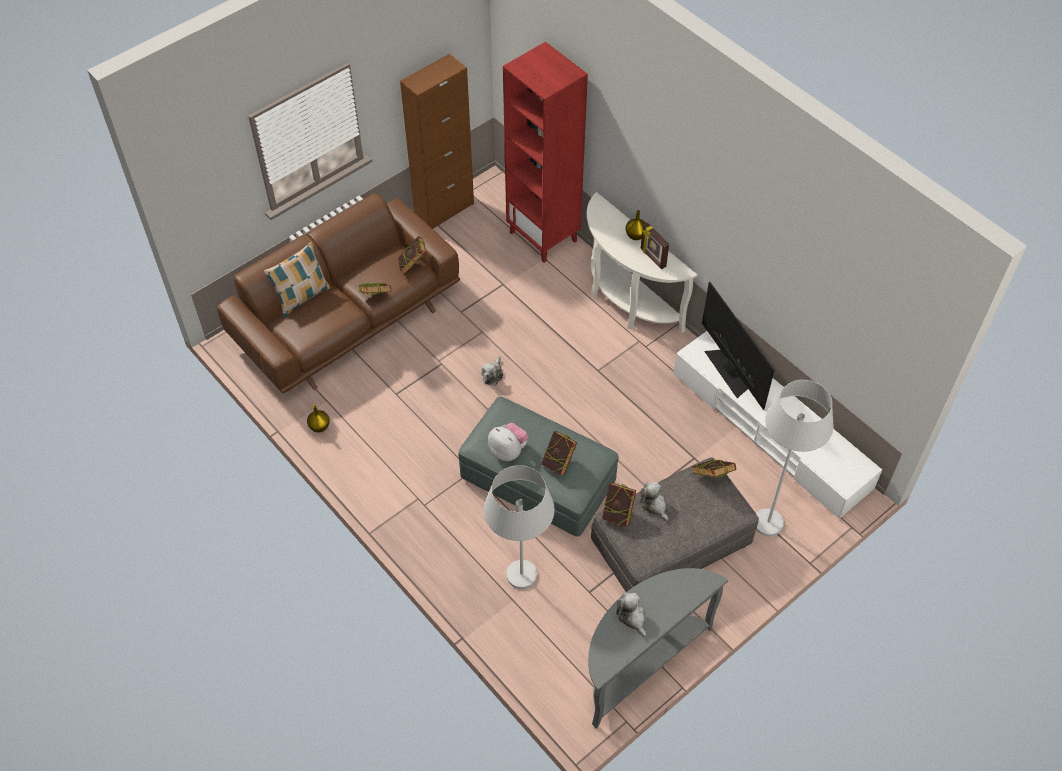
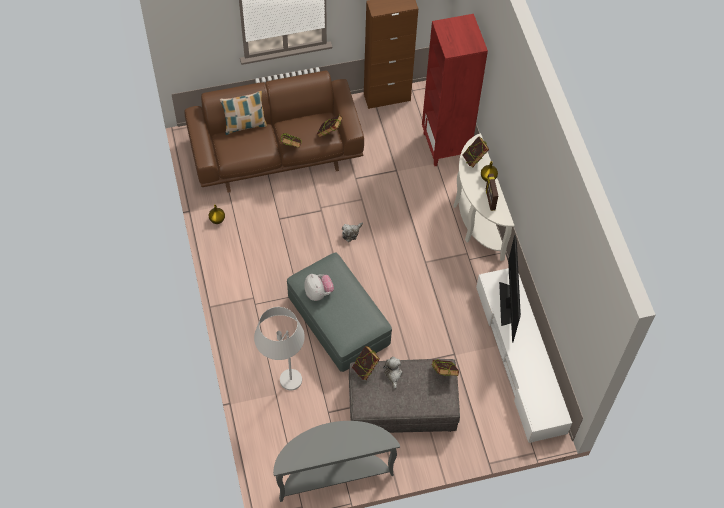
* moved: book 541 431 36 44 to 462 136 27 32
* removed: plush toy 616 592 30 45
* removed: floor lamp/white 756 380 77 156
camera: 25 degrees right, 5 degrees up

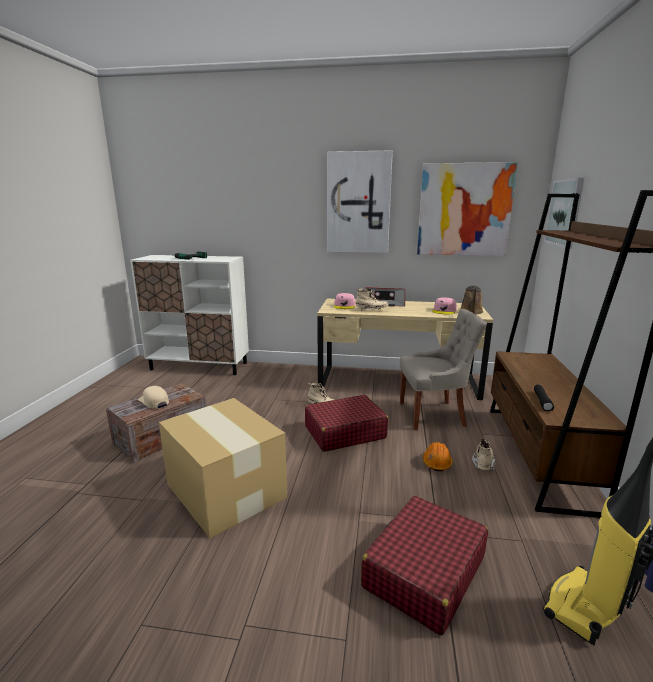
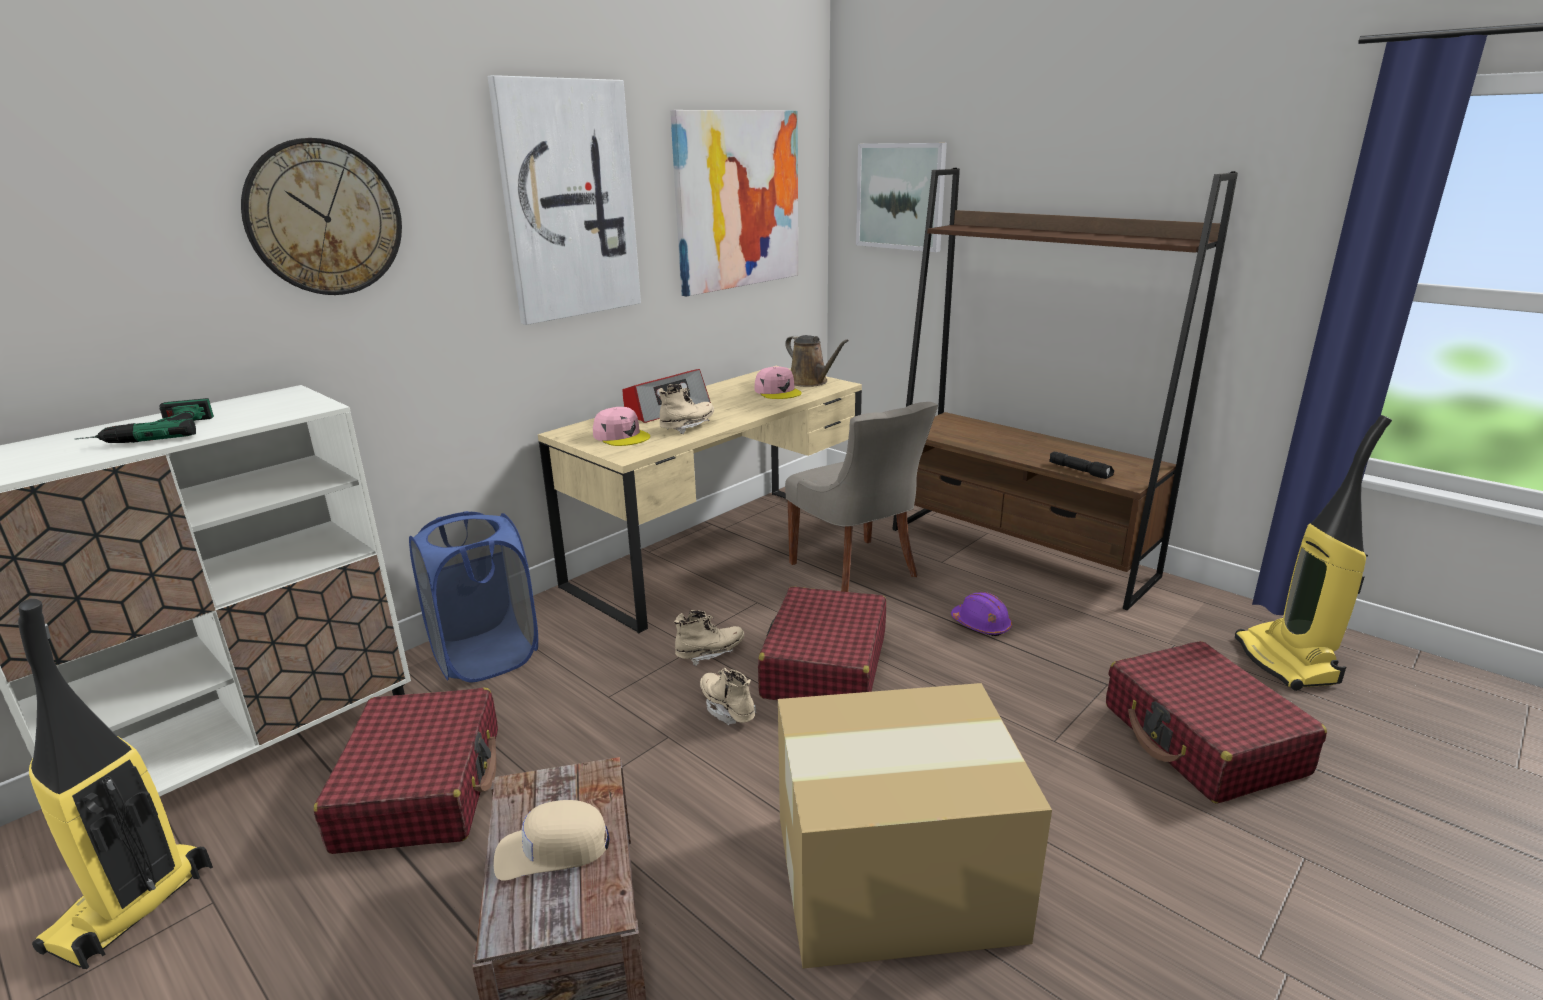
* turned: chair/grey 400 309 87 121 = 785 402 153 190 120 degrees clockwise
* recoloured: hard hat/orange 423 442 29 29 to hard hat/purple 951 592 61 44
* moved: boot/beige 472 439 23 32 to 700 668 57 57
* added: vacuum cleaner 18 599 195 370
* added: wall clock 241 138 161 157
* added: suitcase/red 314 688 184 166
* added: laundry basket/blue 409 511 129 172
camera: 55 degrees left, 5 degrees up

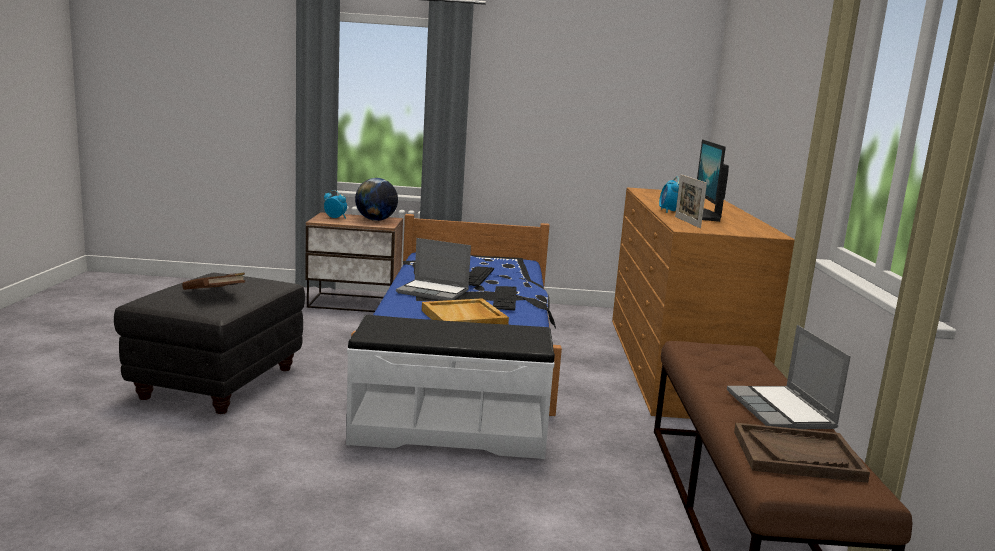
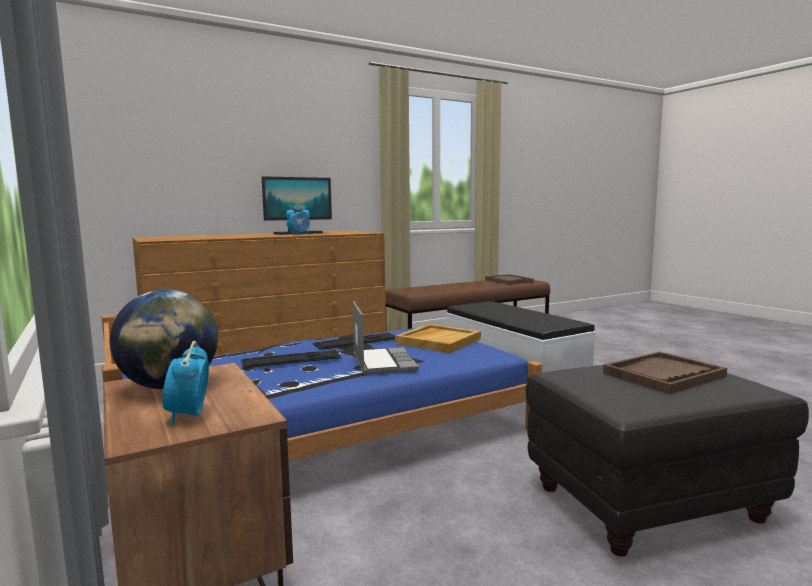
* replaced: book/brown 182 273 63 17 to tray/brown 603 352 124 42
* removed: picture frame 675 174 32 54
* removed: laptop 727 325 124 104
camera: 120 degrees left, 5 degrees down

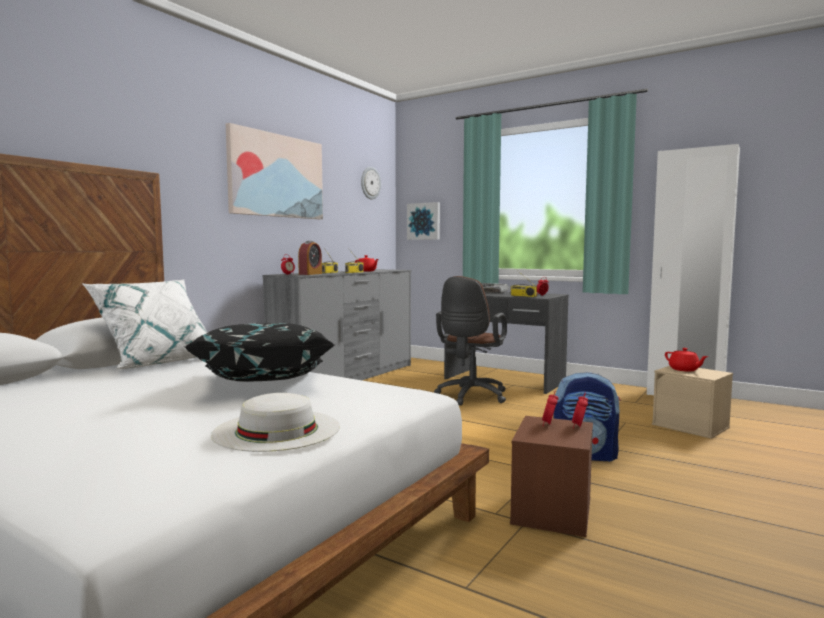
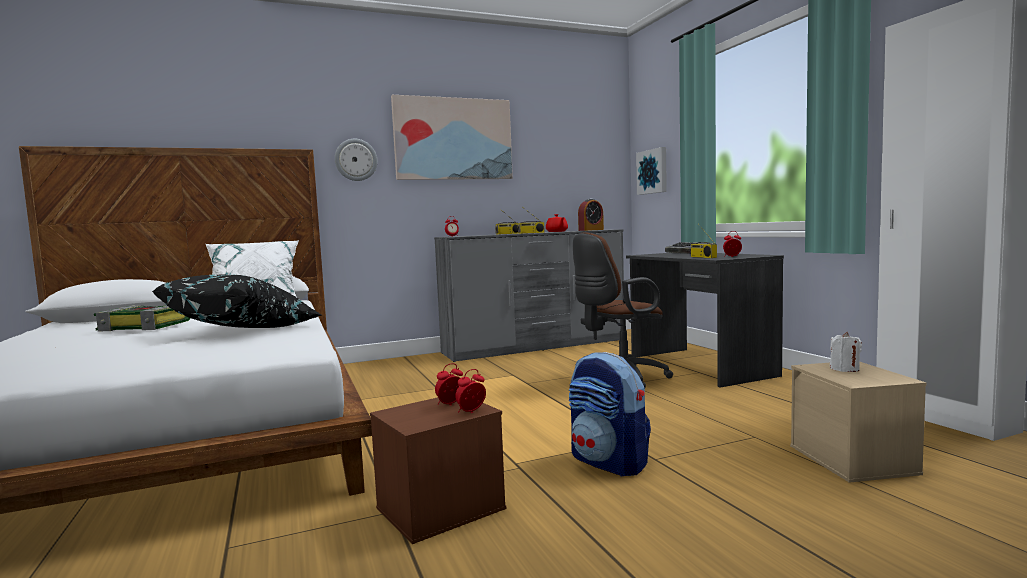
* removed: hat/white 211 393 129 59
* moved: alarm clock 298 241 24 34 to 578 199 26 32
* moved: wall clock 361 167 20 33 to 335 139 42 42
* replaced: teapot/red 665 348 43 23 to candle/white 830 332 32 40
* added: book 94 305 97 27
camera: 35 degrees right, 0 degrees up

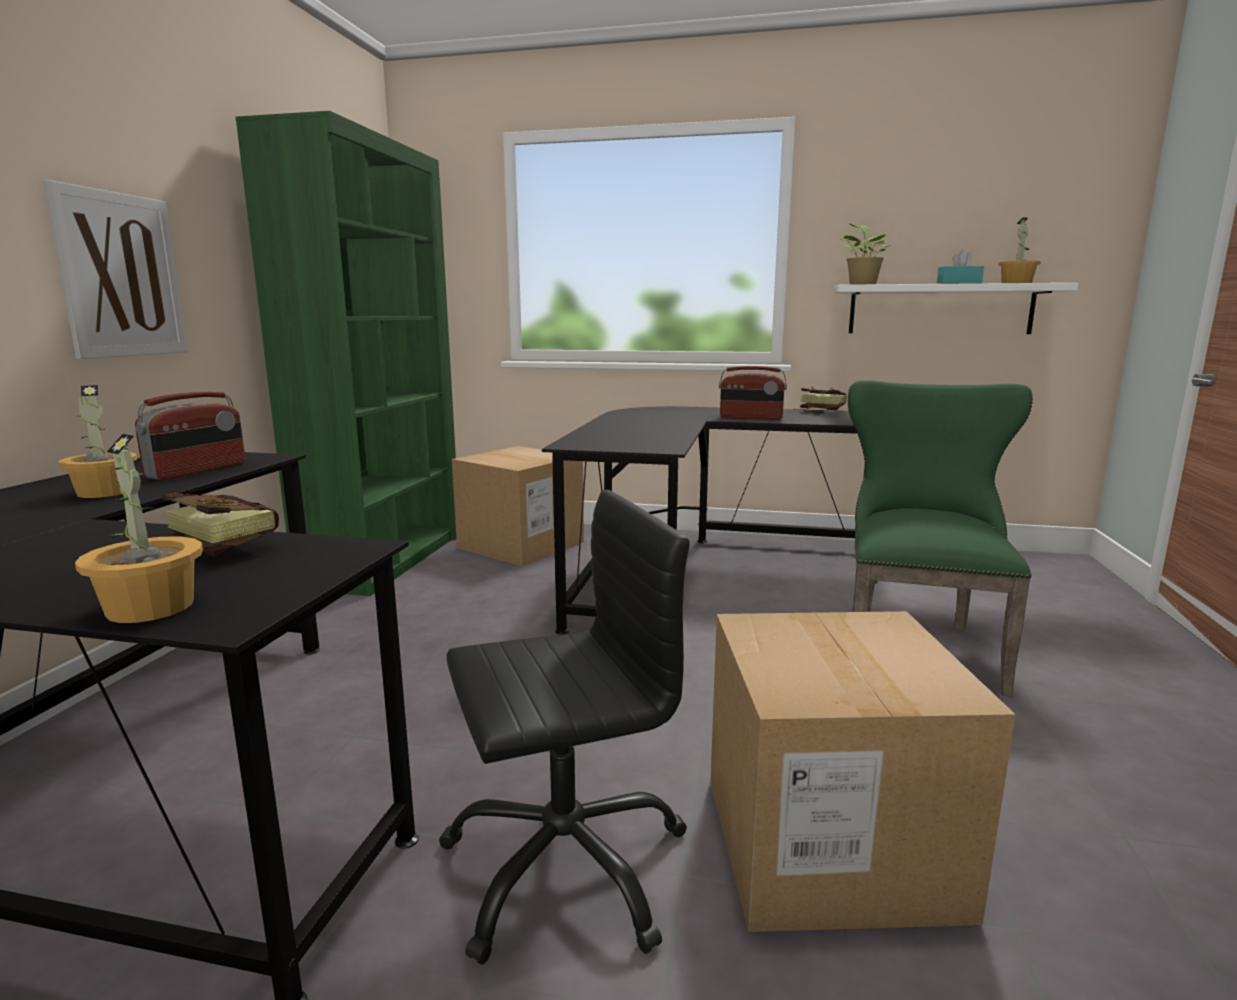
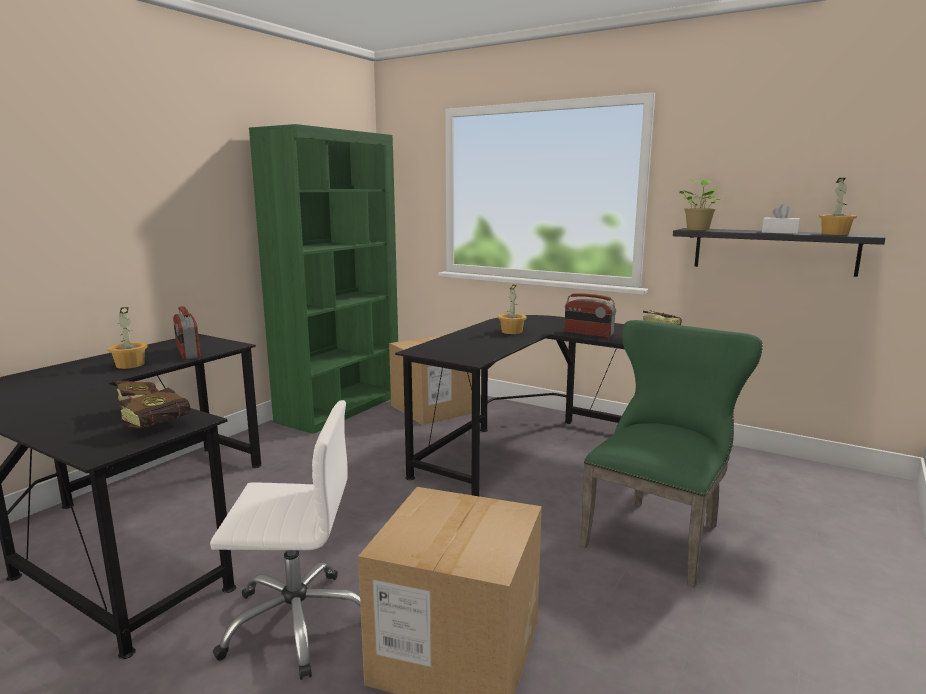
* removed: picture 43 180 145 179
* moved: potted plant 75 434 128 189 to 498 285 29 49
* turned: radio 135 392 110 88 = 173 306 27 53 105 degrees clockwise
* recoloured: office chair/black 439 490 251 475 to office chair/white 210 400 151 280
* recoloured: shelf/white 834 283 245 51 to shelf/black 673 228 212 49
* recoloured: tissue box/turquoise 937 250 47 34 to tissue box/white 762 204 38 30
* added: book 119 388 72 41
camera: 20 degrees right, 0 degrees up

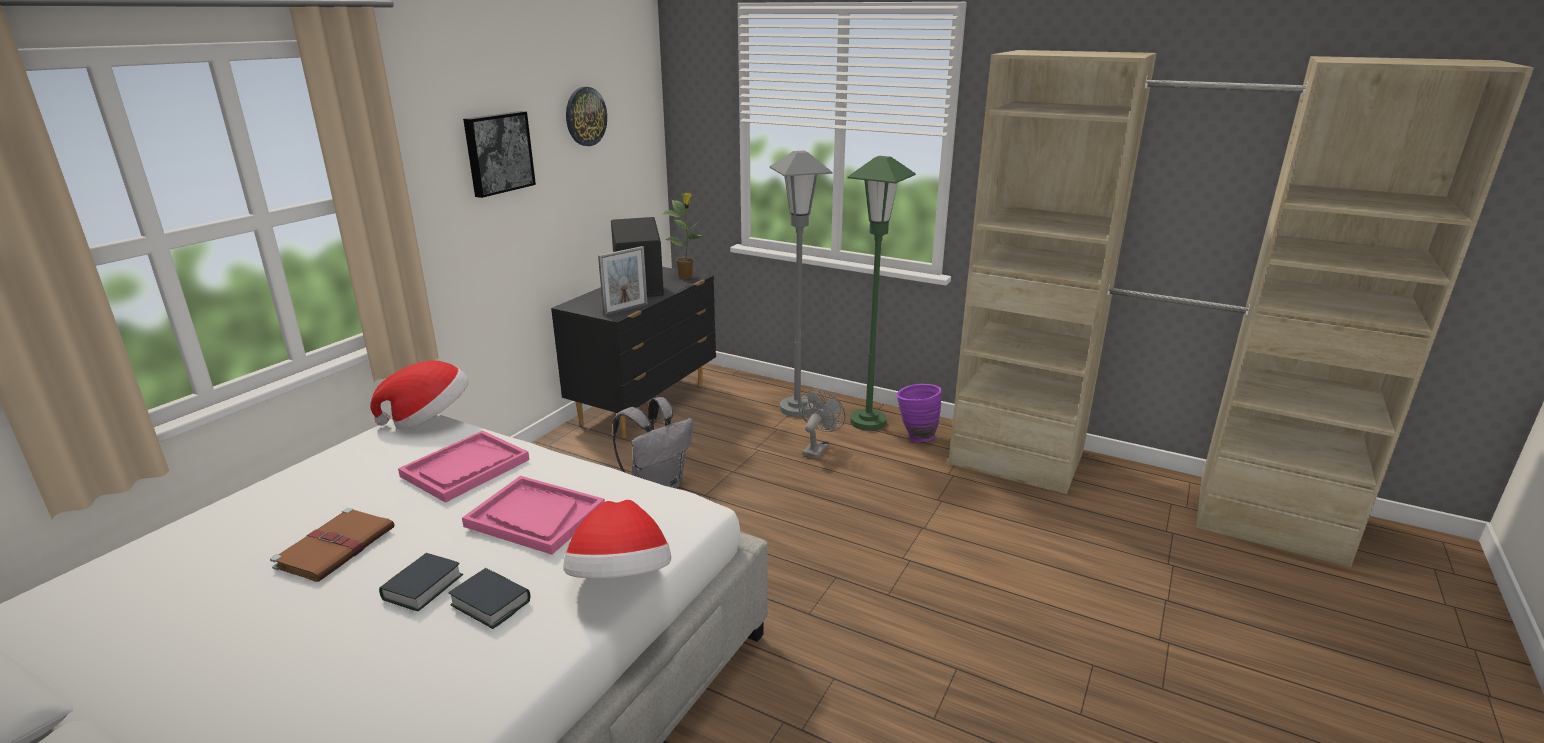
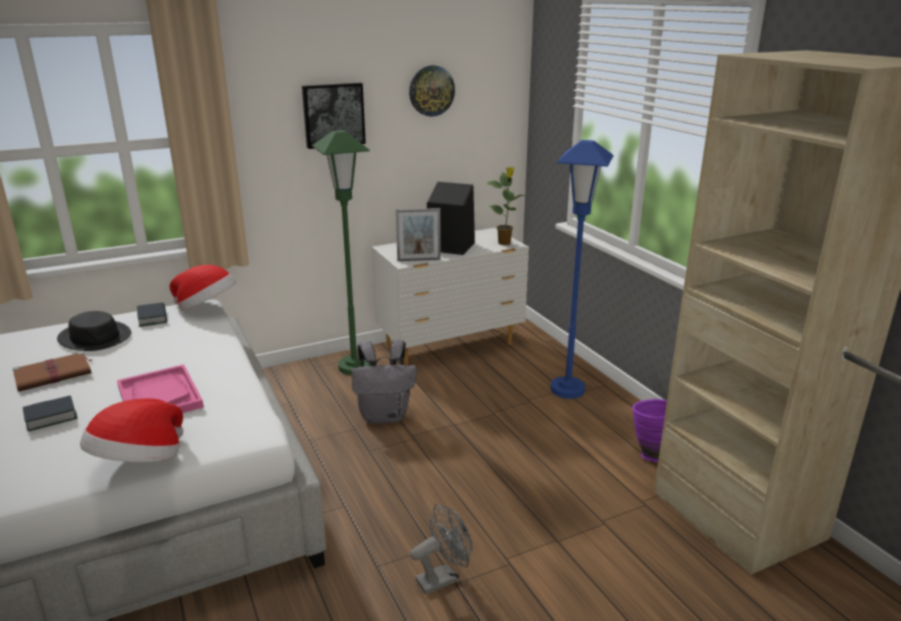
* removed: tray/pink 398 430 132 73
* moved: book 448 568 82 61 to 137 302 30 25
* recoloured: dresser/black 551 267 165 171 to dresser/white 372 228 157 137
* recoloured: floor lamp/grey 770 151 63 266 to floor lamp/blue 551 140 62 259
* moved: fan/grey 798 389 47 70 to 410 504 62 91
* moved: floor lamp/green 847 156 69 275 to 312 130 58 245
* added: hat/black 57 311 74 40
camera: 35 degrees right, 0 degrees up

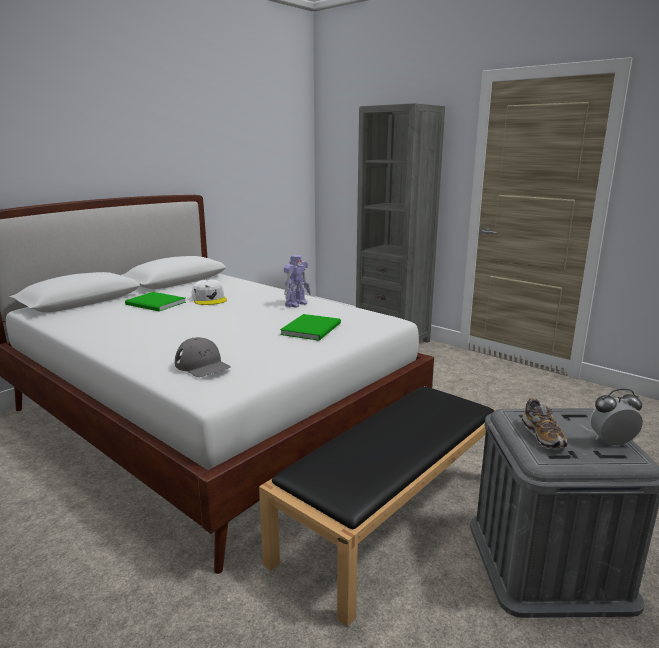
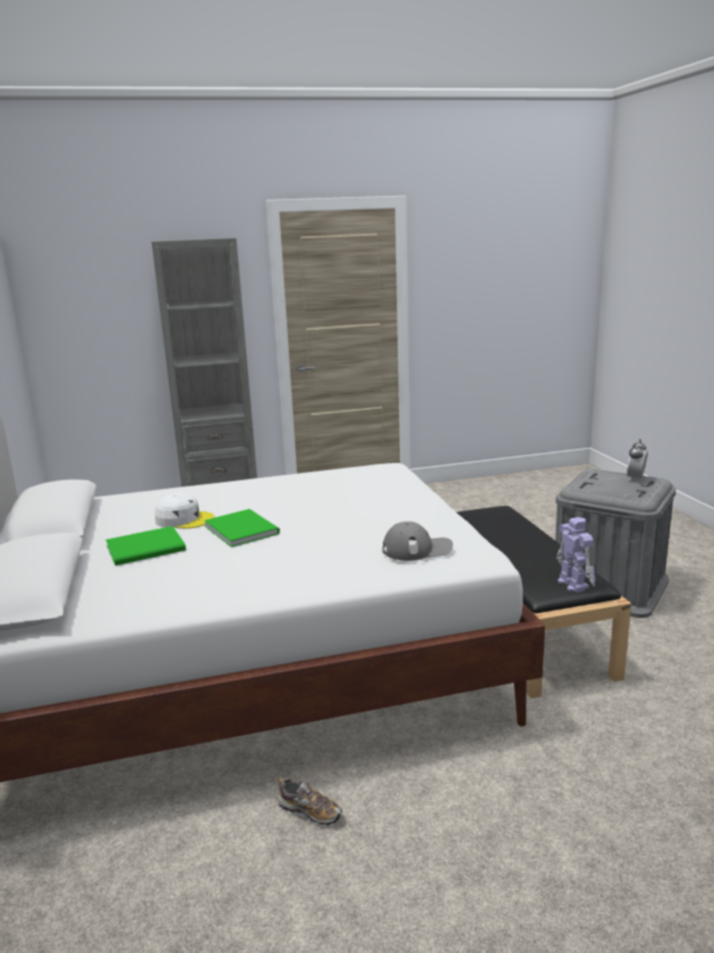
* moved: book/green 280 314 61 27 to 204 509 76 38
* moved: toy robot 284 255 27 53 to 556 517 39 75
* moved: shoe 522 398 45 52 to 277 777 65 50
camera: 55 degrees left, 0 degrees up

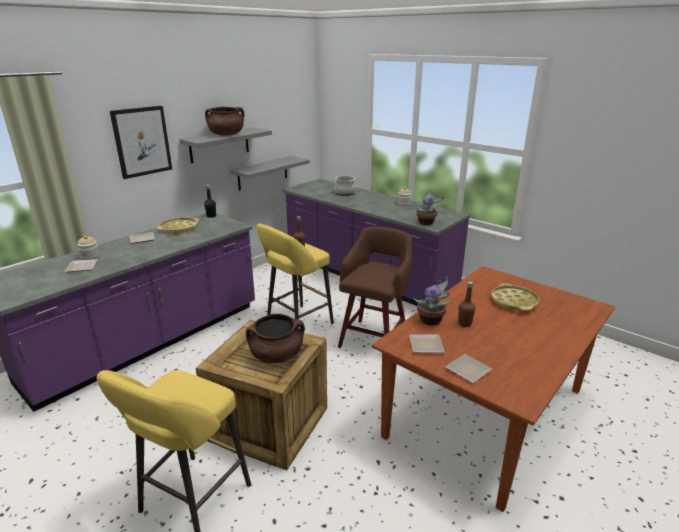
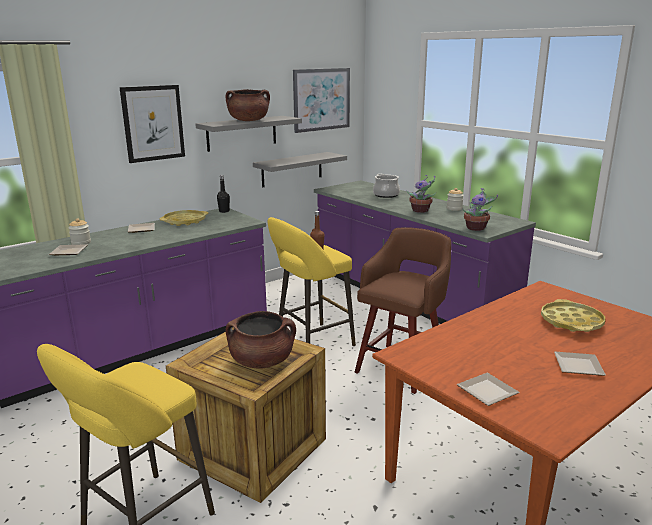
* moved: plate 409 335 36 18 to 554 352 52 24
* moved: potted plant 413 276 39 49 to 406 175 30 38
* removed: bottle/brown 458 282 18 45
* added: picture 293 68 57 65
camera: 10 degrees right, 5 degrees down

